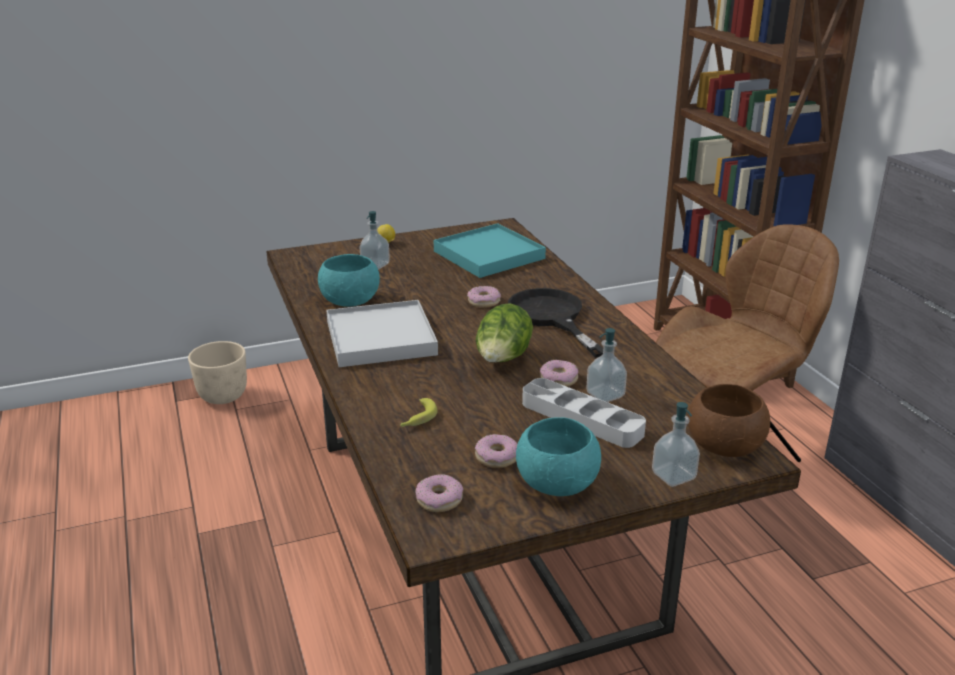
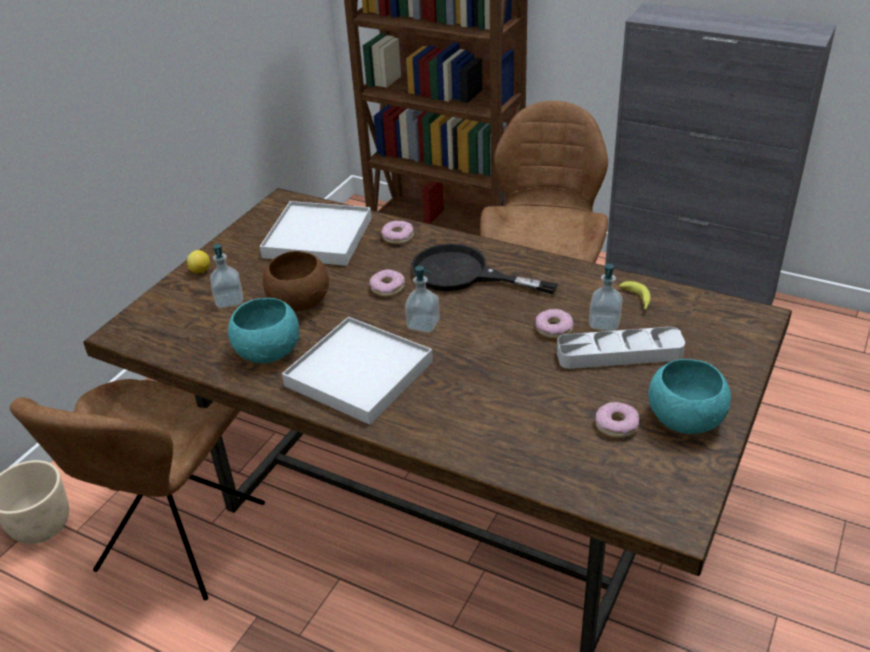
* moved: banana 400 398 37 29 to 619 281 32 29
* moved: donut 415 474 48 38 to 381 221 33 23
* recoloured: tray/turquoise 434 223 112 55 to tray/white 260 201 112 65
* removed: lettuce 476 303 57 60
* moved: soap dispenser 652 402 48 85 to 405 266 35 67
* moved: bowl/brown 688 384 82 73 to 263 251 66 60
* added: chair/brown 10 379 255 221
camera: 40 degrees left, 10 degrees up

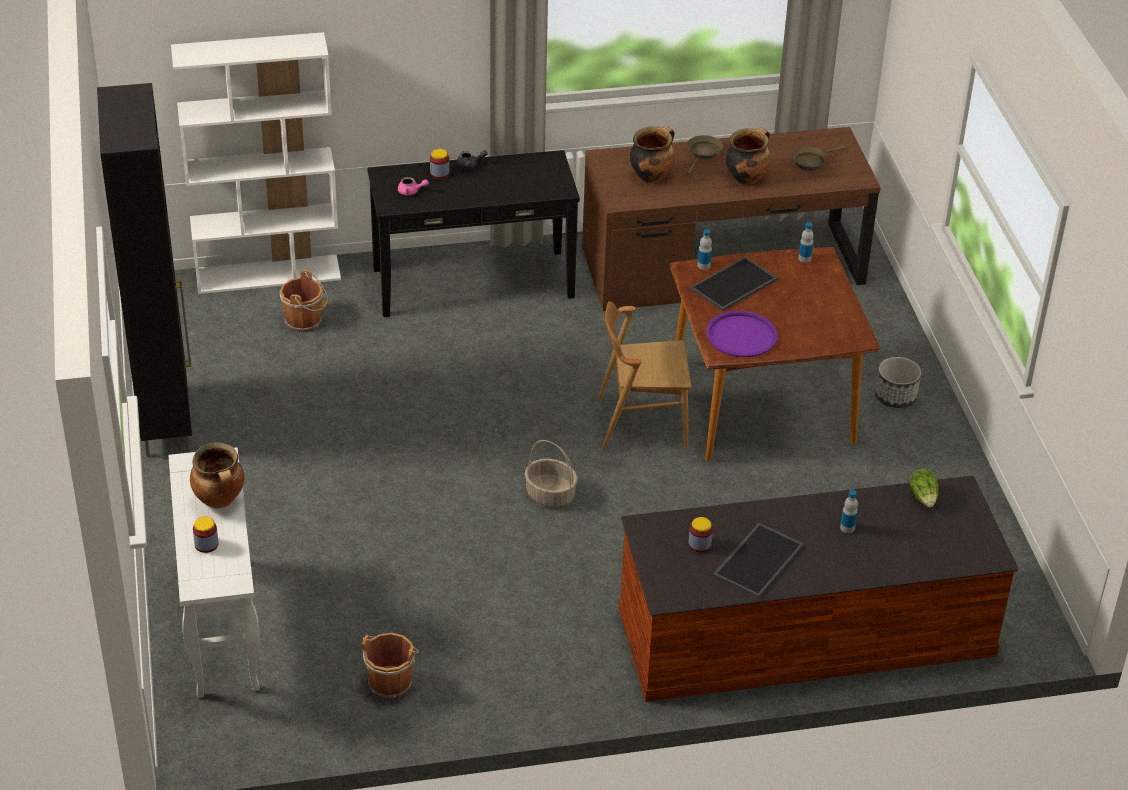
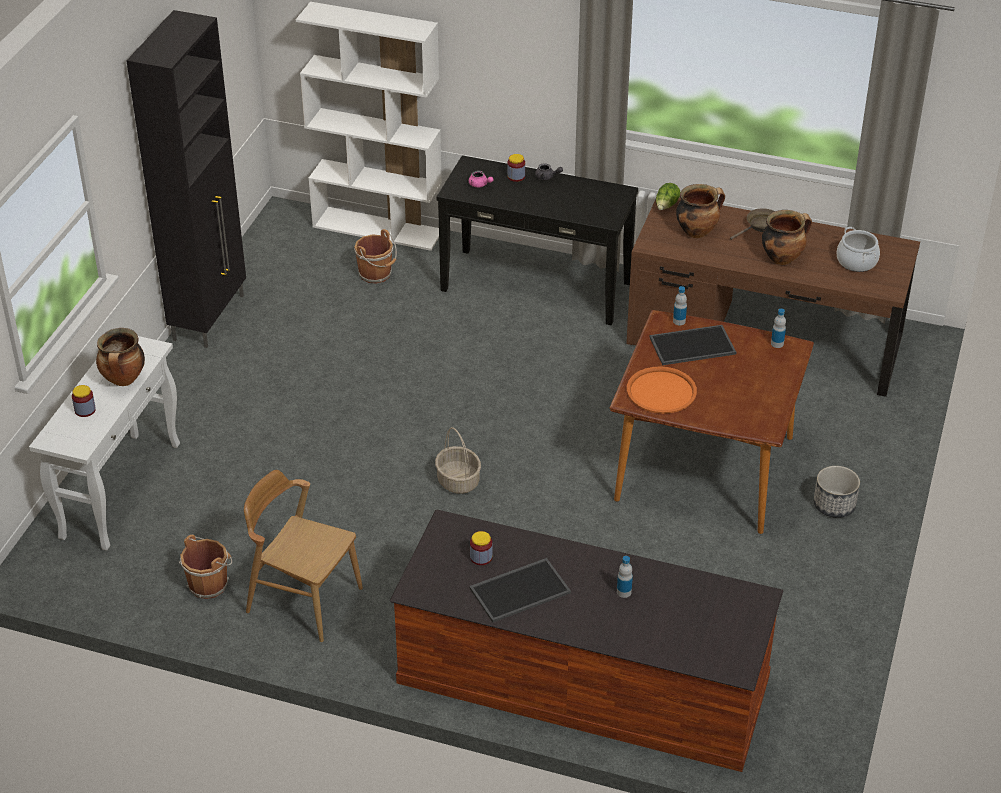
* moved: chair/brown 598 301 94 148 to 244 470 119 172
* recoloured: tray/purple 706 310 72 47 to tray/orange 627 366 70 48
* replaced: frying pan/brown 792 146 53 25 to cooking pot 836 227 44 45
* moved: lettuce 910 469 29 39 to 656 183 24 27
camera: 30 degrees right, 0 degrees up

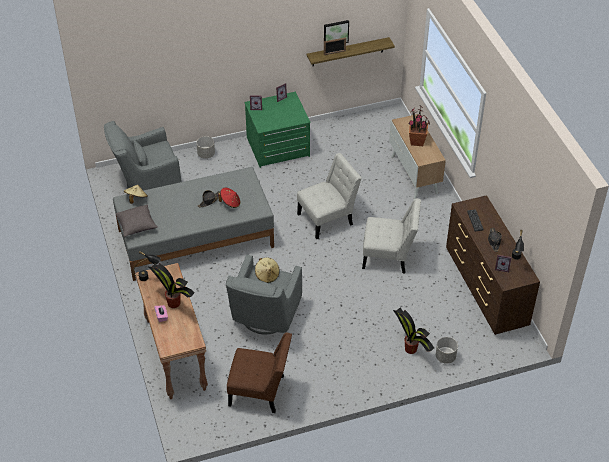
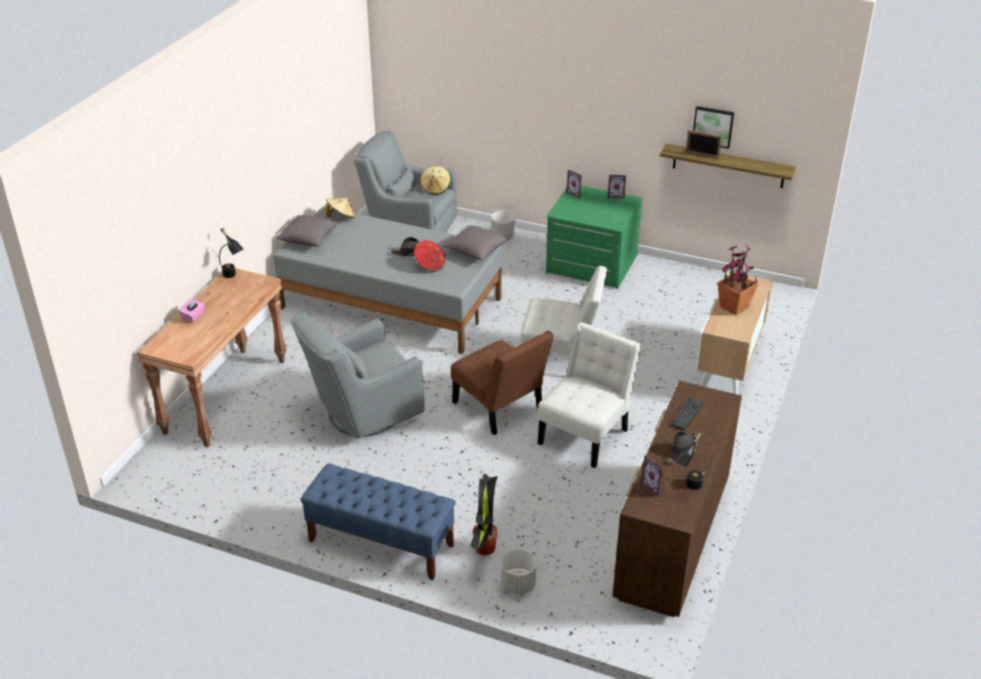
* removed: potted plant 148 263 47 45
* moved: chair/brown 227 333 65 80 to 451 331 103 104
* moved: hat/beige 255 258 25 25 to 420 166 31 29
* turned: chair/white 362 198 59 75 = 538 322 103 146 105 degrees counterclockwise
* added: bench/blue 301 463 155 117
* added: pillow/grey 443 225 66 36
camera: 40 degrees right, 10 degrees down

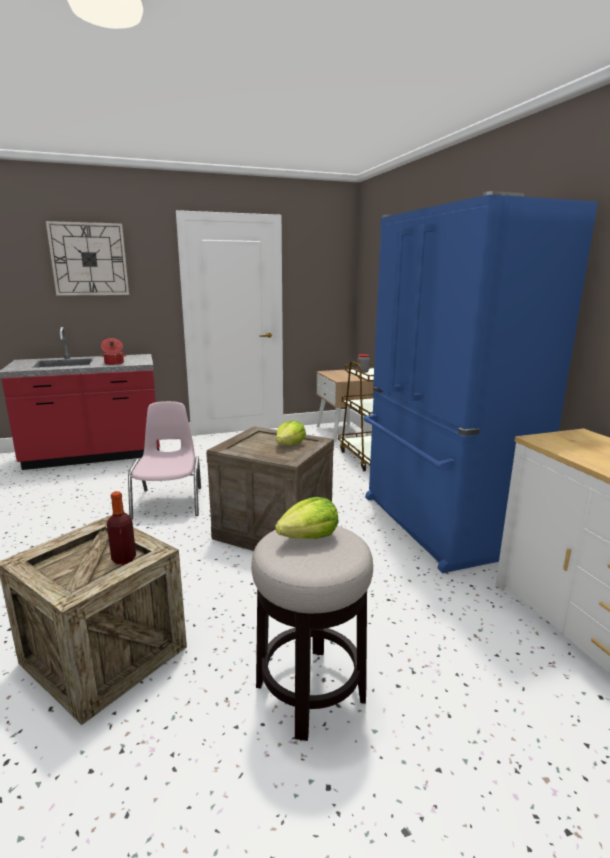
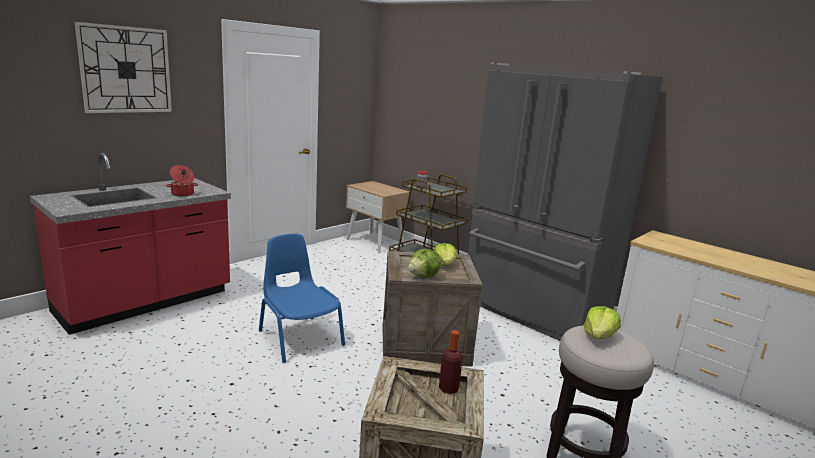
* recoloured: chair/pink 128 401 73 118 to chair/blue 259 234 86 129
* recoloured: fridge/blue 364 191 234 382 to fridge/grey 468 62 195 279
* added: lettuce 408 249 34 29
camera: 30 degrees left, 0 degrees up

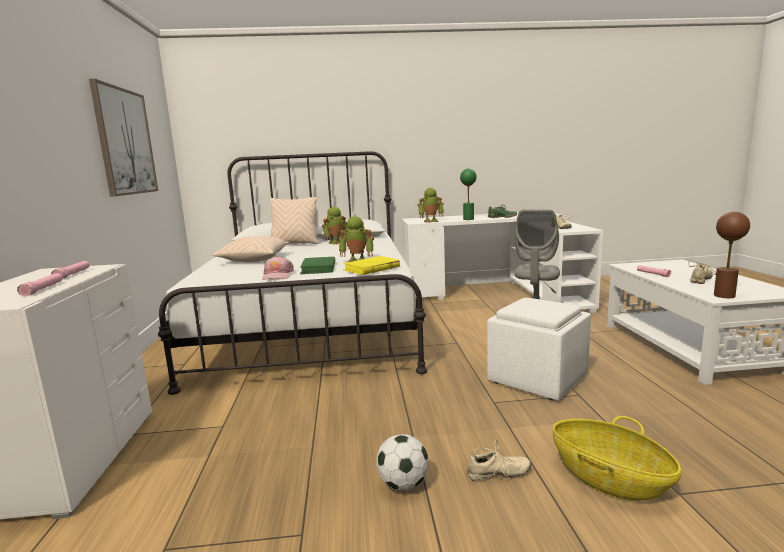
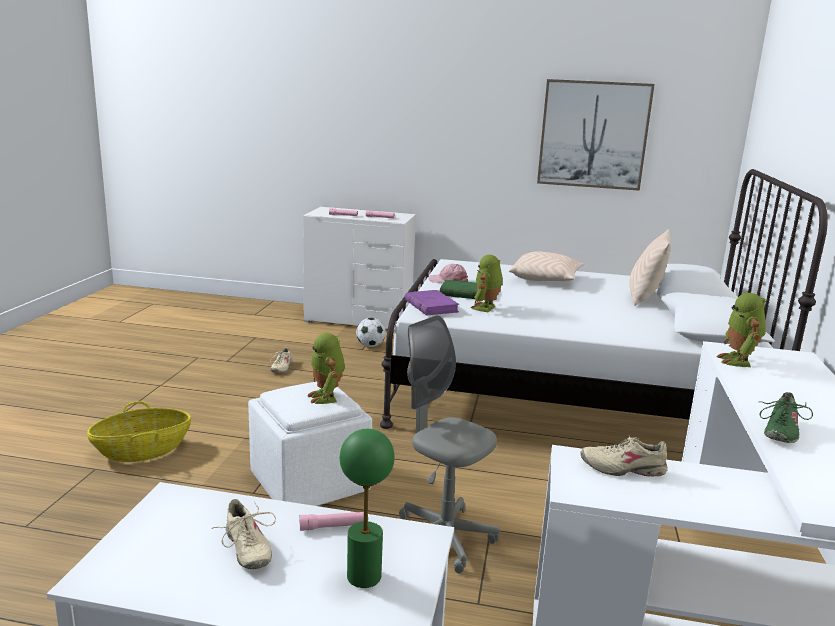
* moved: toy robot 322 207 25 37 to 307 333 38 71
* recoloured: book/yellow 343 256 57 19 to book/purple 405 290 55 26
* moved: football 376 434 53 56 to 356 318 30 29
* moved: table lamp/green 460 169 17 51 to 340 429 55 159
* moved: shoe/beige 467 440 65 42 to 270 347 24 26
* removed: table lamp/brown 714 212 36 86
camera: 105 degrees right, 5 degrees up

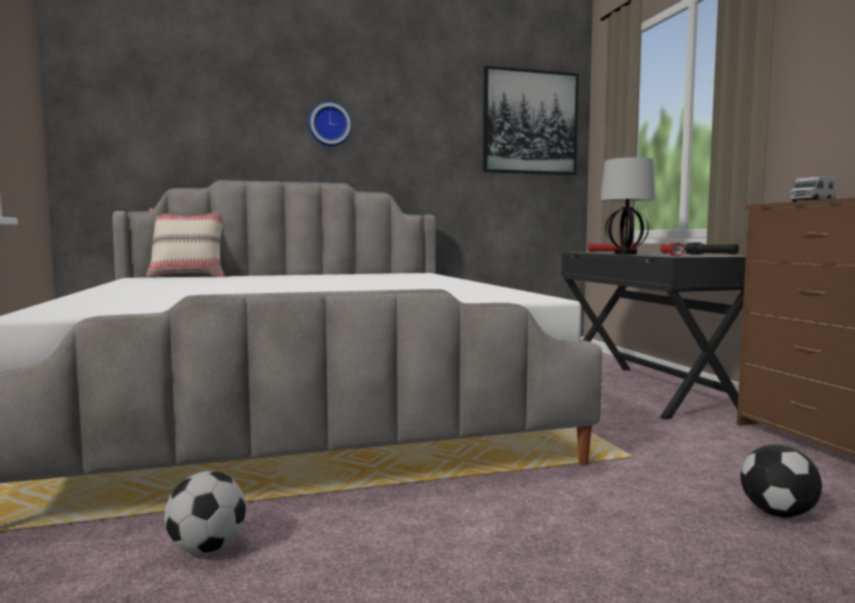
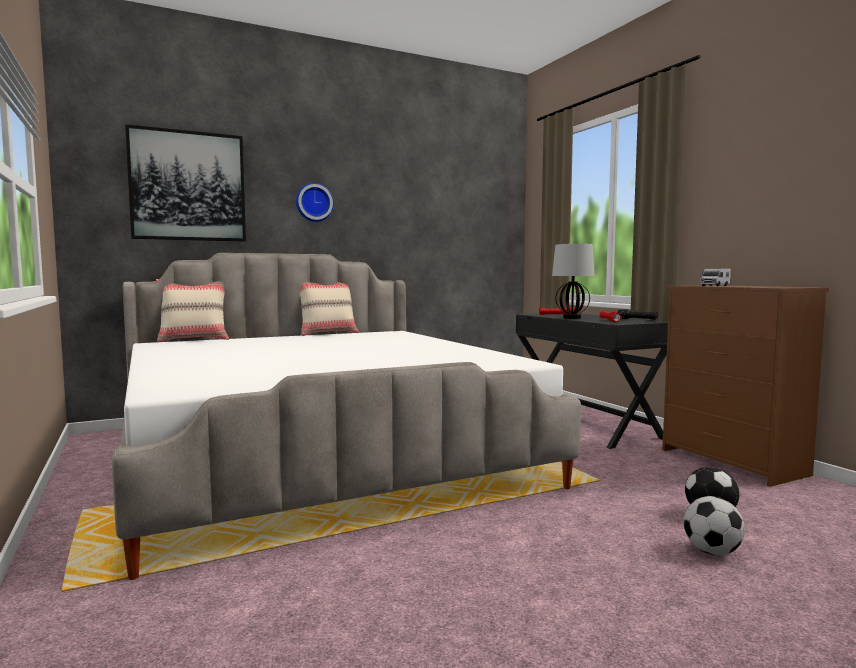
* moved: football 164 471 82 84 to 684 496 61 59
* moved: picture 483 66 96 109 to 125 124 121 118
* added: pillow/beige 300 282 59 54
camera: 10 degrees left, 0 degrees up

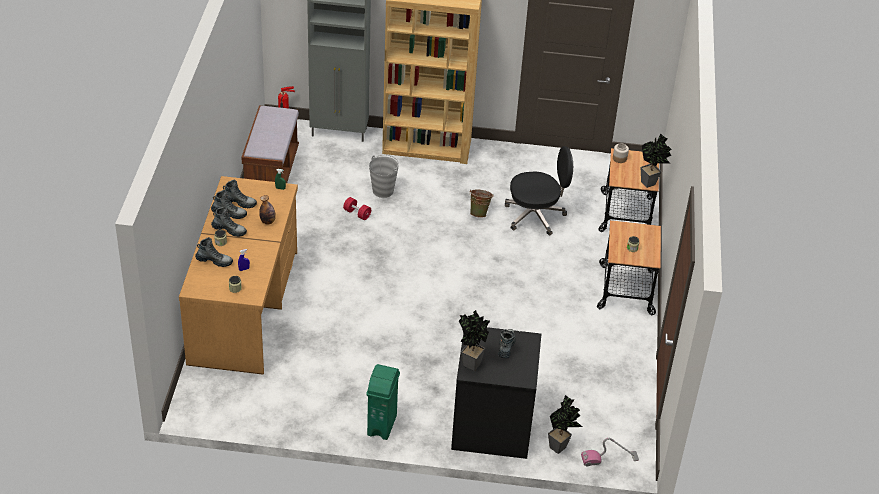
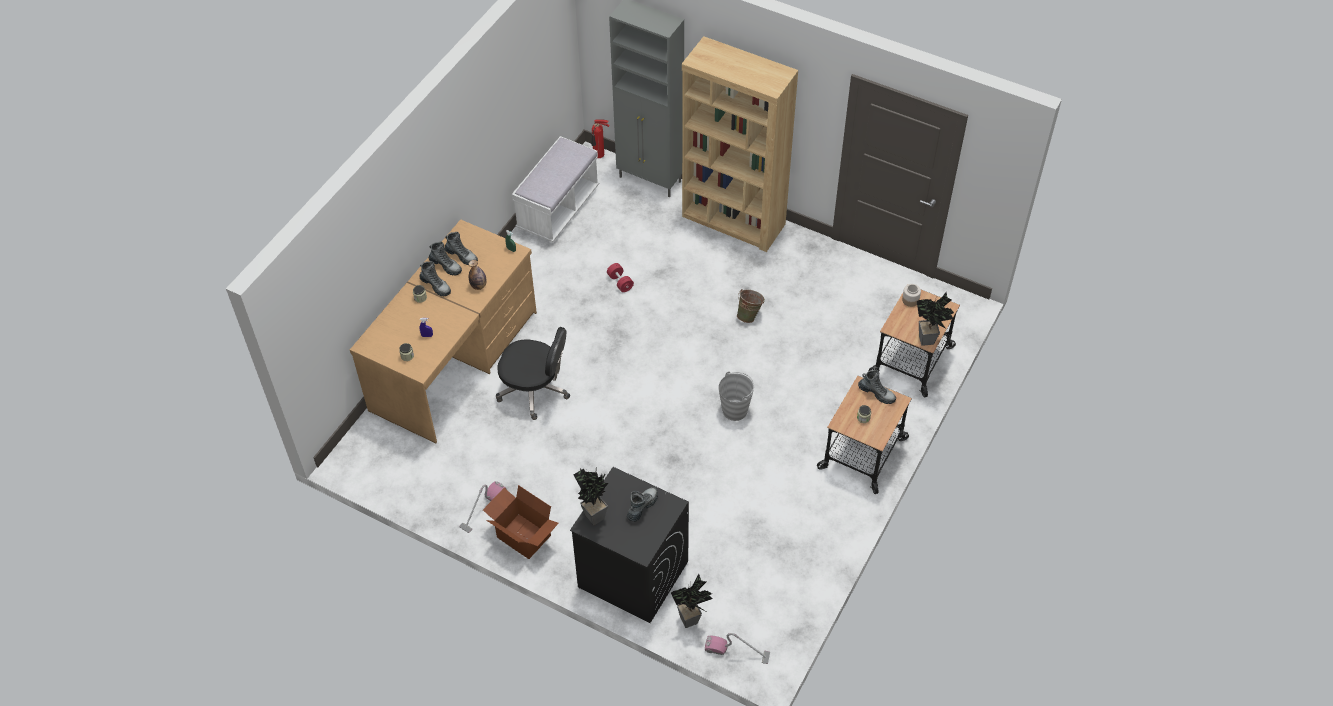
* moved: boot 195 237 38 30 to 858 370 38 34
* recoloured: bench/brown 241 105 58 78 to bench/white 512 136 87 106
* replaced: trash can/green 367 364 33 76 to cardboard box 483 485 76 74
* moved: bucket/grey 369 154 30 44 to 718 372 36 49
* moved: office chair/black 505 146 68 90 to 496 327 74 93
* added: vacuum cleaner 459 481 47 52
camera: 25 degrees right, 10 degrees up

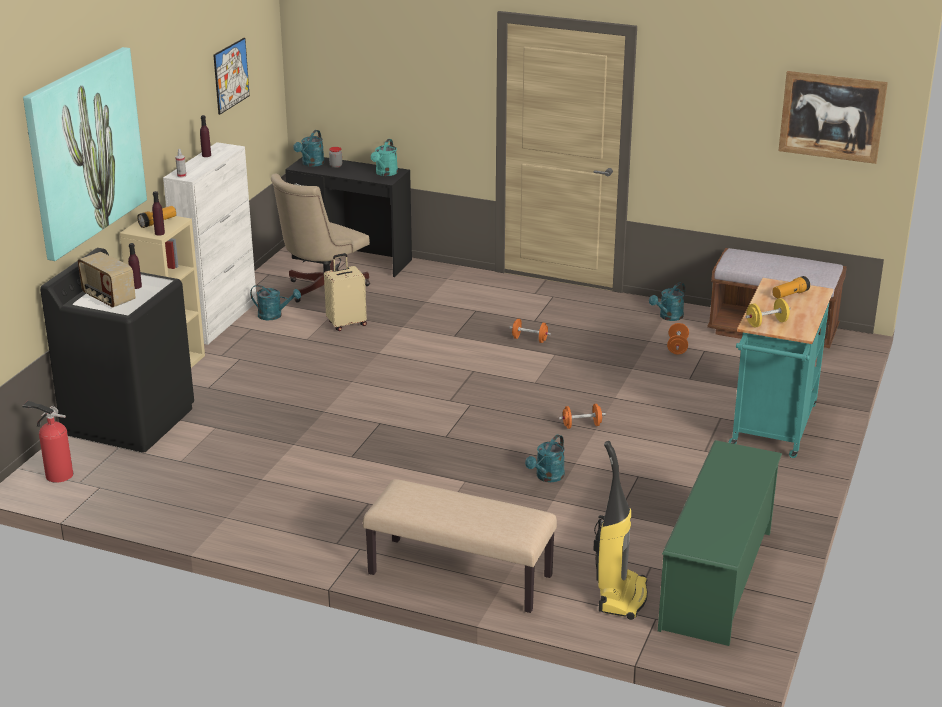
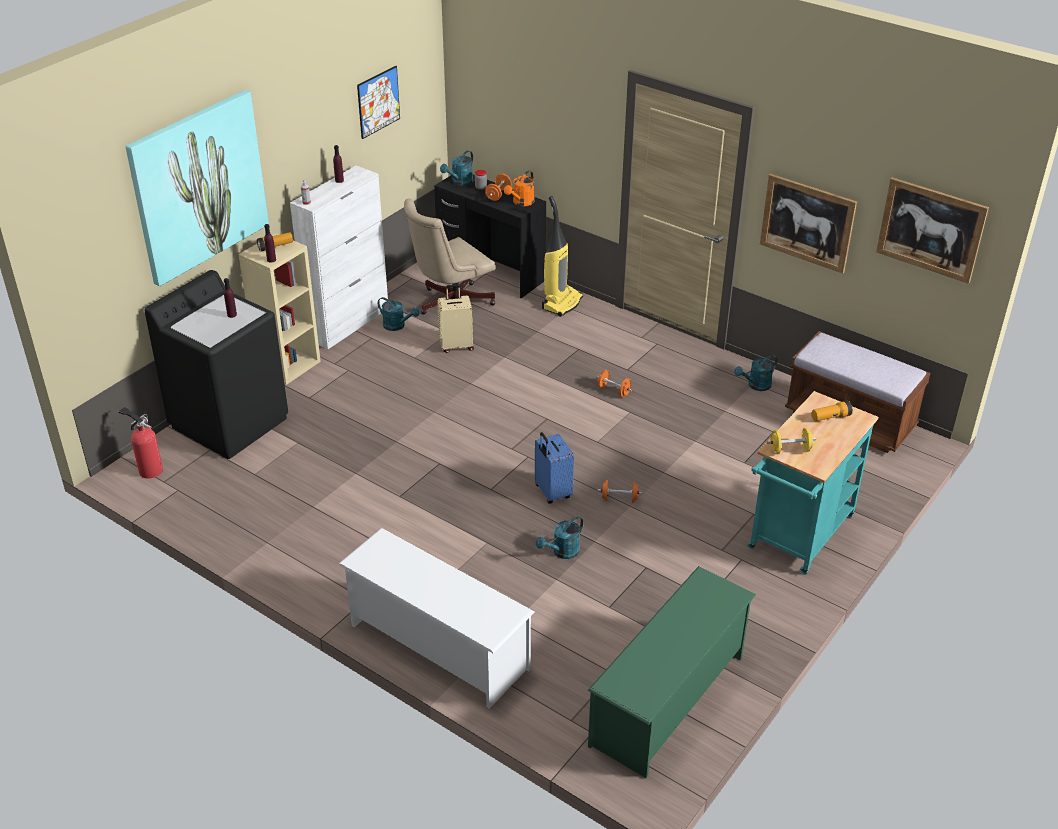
* removed: radio 78 252 58 56
* replaced: bench/beige 363 479 194 134 to shoe rack/white 339 528 196 181
* recoloured: watering can/turquoise 371 139 27 37 to watering can/orange 504 170 31 36
* moved: vacuum cleaner 593 441 55 179 to 542 196 41 121
* moved: dumbbell/orange 667 323 22 31 to 485 174 27 27
* added: suitcase/blue 535 432 39 72
* added: picture 760 174 97 100
camera: 15 degrees right, 10 degrees up

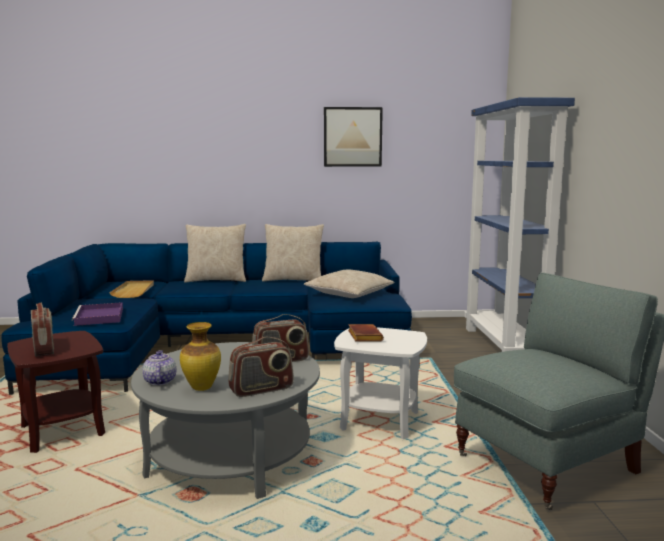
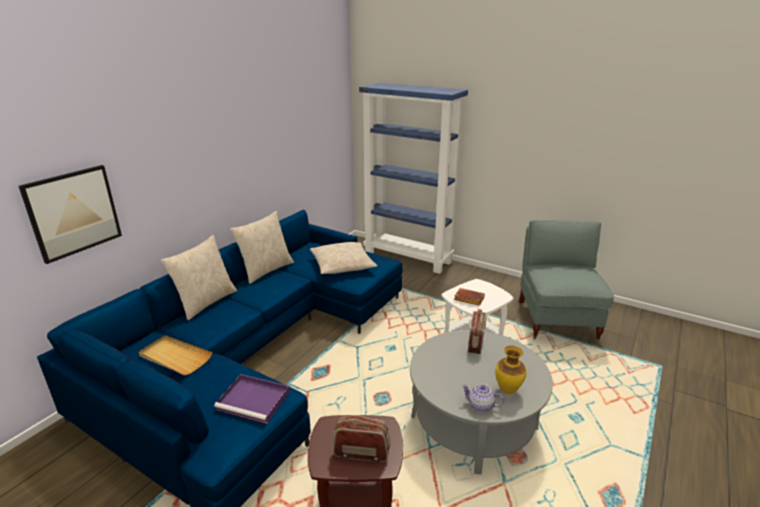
* removed: radio 228 337 66 60
* moved: picture 324 107 59 60 to 19 165 103 99
camera: 55 degrees left, 15 degrees up

